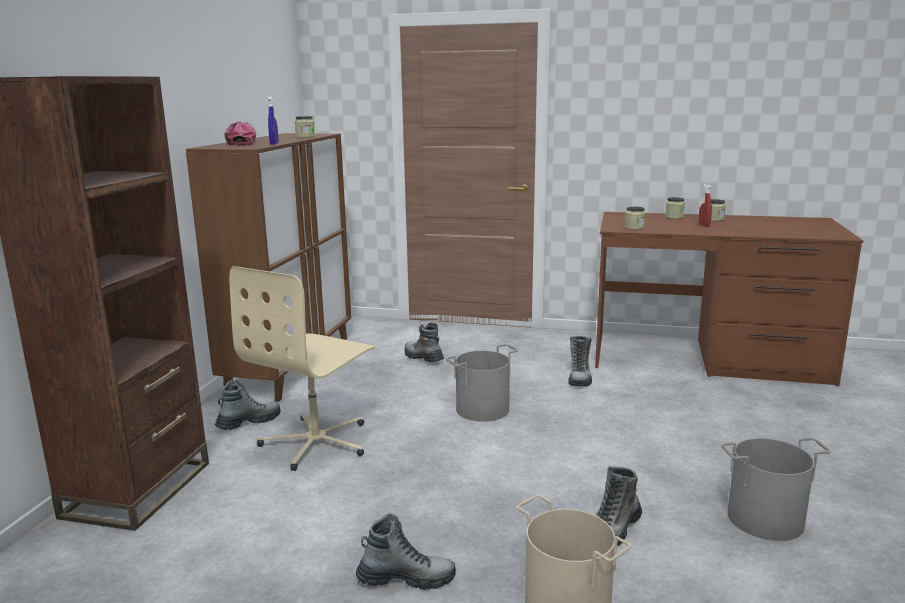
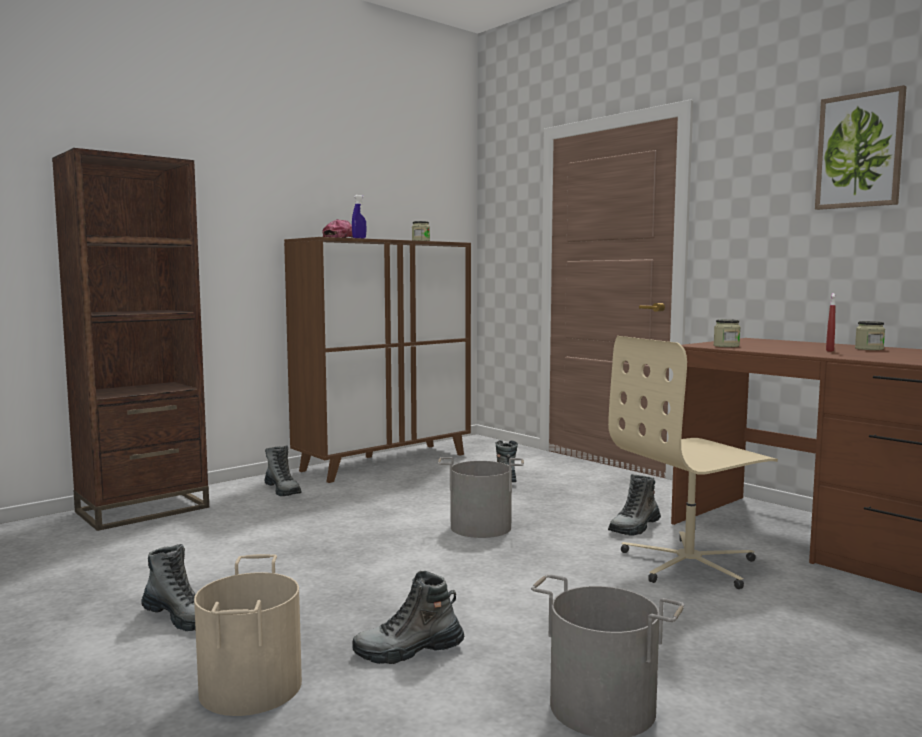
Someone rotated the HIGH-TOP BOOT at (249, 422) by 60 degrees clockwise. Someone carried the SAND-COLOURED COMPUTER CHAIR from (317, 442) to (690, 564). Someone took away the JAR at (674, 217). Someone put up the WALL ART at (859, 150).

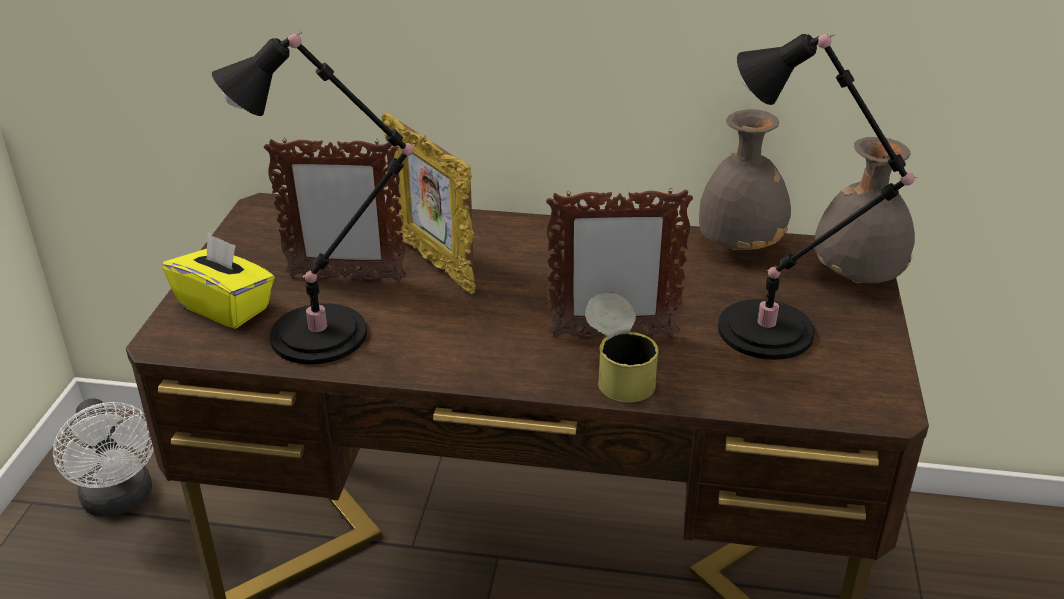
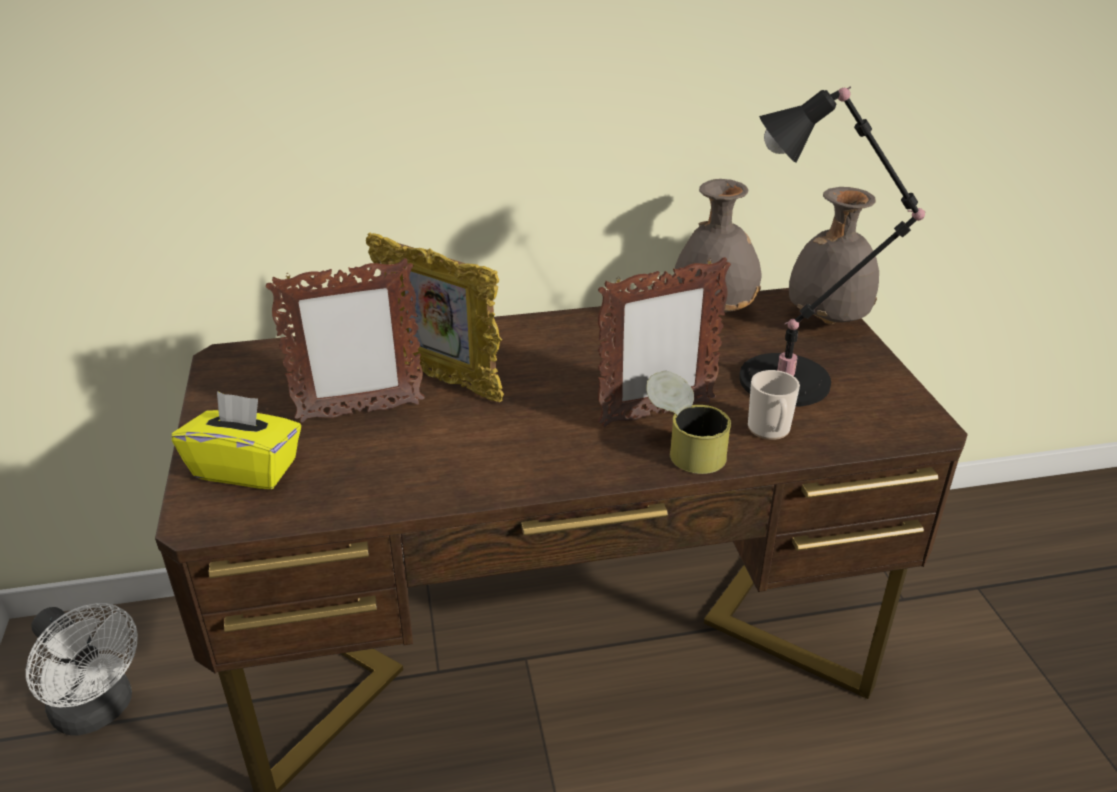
Someone took away the BLACKISH TABLE LAMP at (327, 334). Someone put down the TEA MUG at (770, 430).

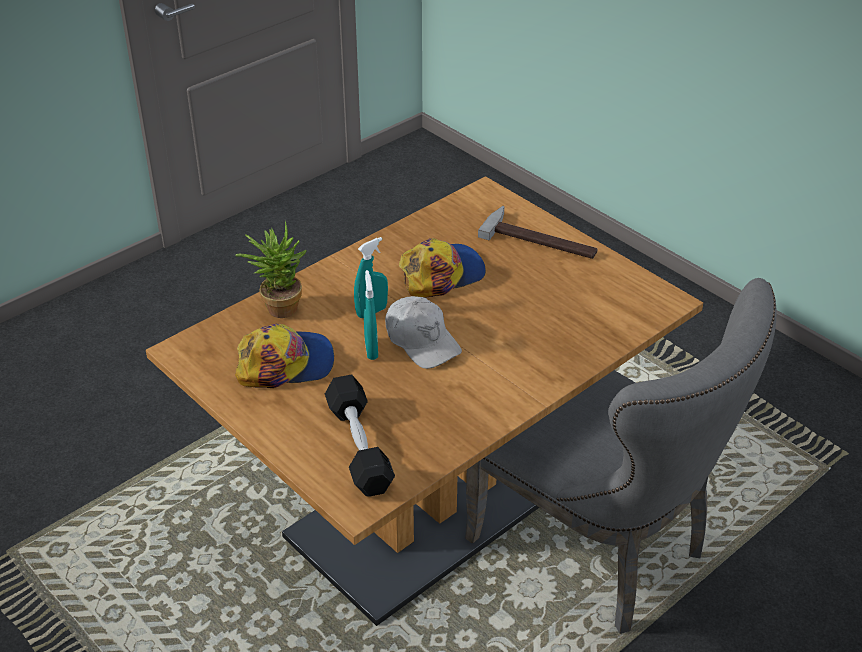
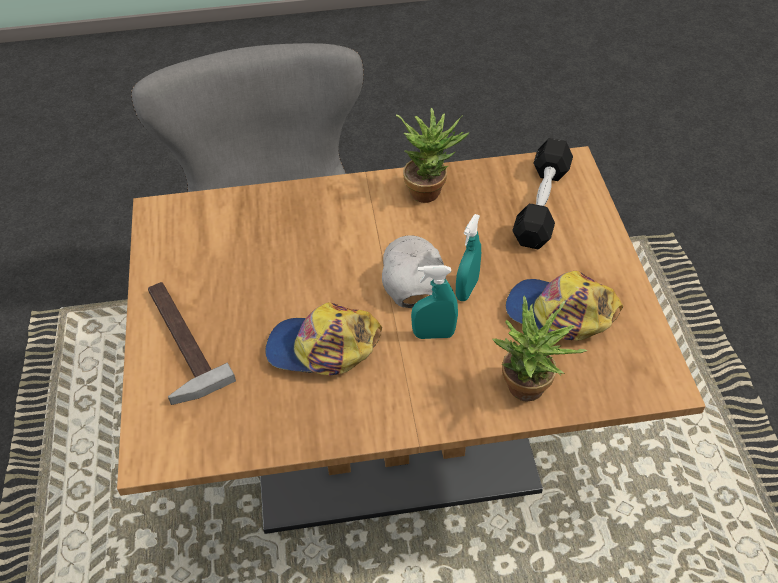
Someone put down the HOUSEPLANT at (430, 189).

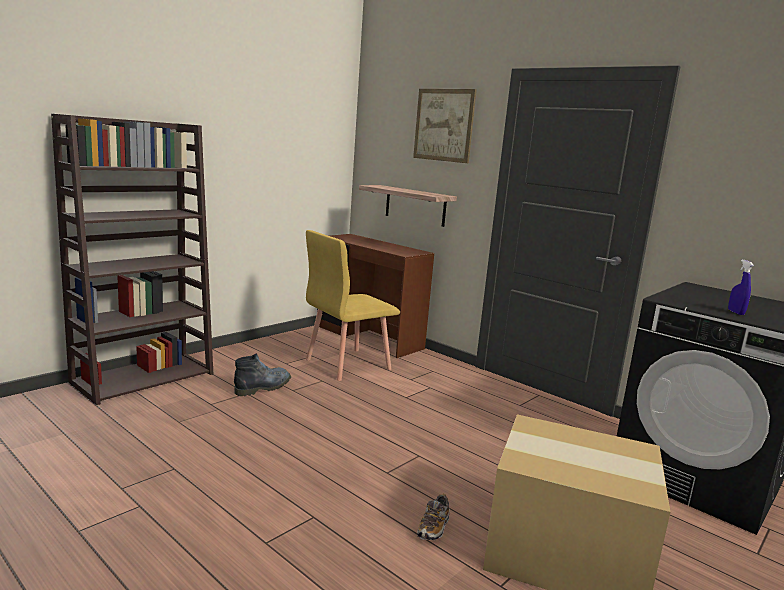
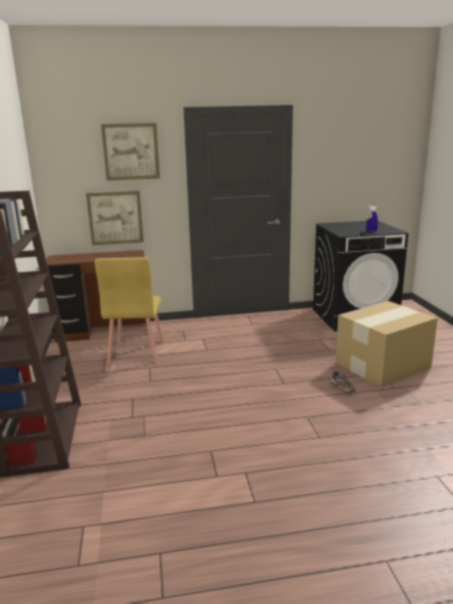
Someone took away the HIGH-TOP BOOT at (264, 387). Someone swapped the SHELF at (415, 205) for the WALL ART at (115, 218).

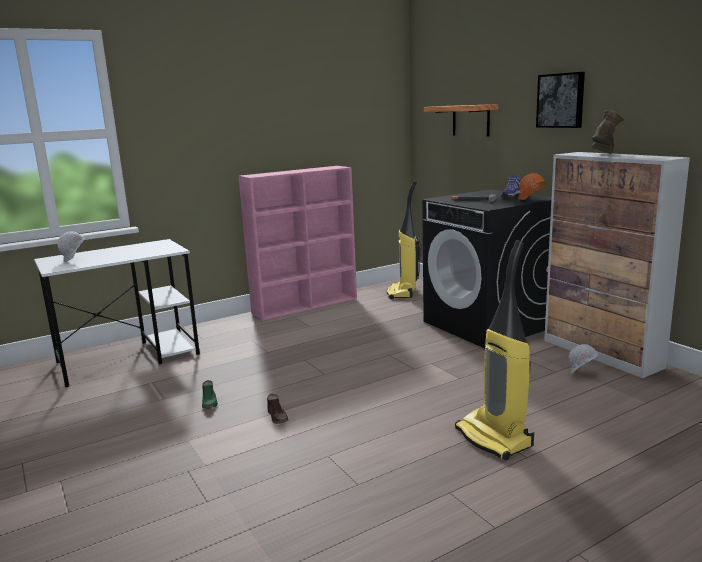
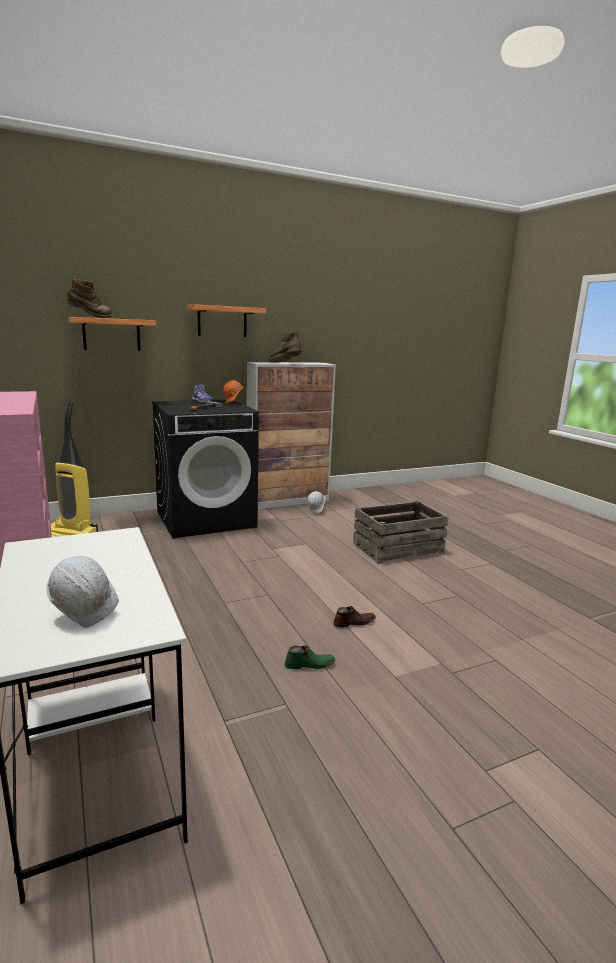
Someone swapped the VACUUM at (495, 438) for the PACKING CRATE at (397, 548). Someone swapped the WALL ART at (561, 100) for the SHELF at (222, 321). Someone put down the BROWN-COLOURED HIGH-TOP BOOT at (90, 317).

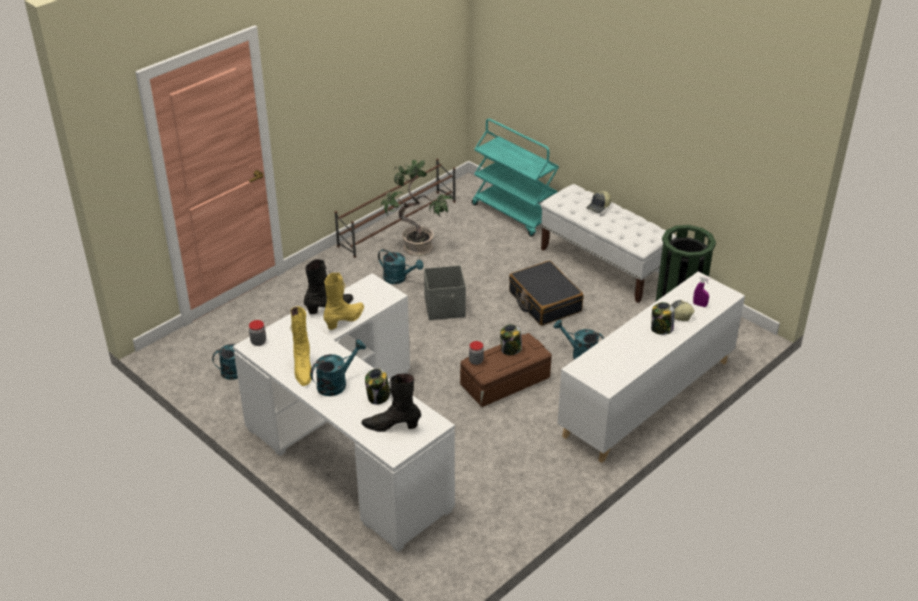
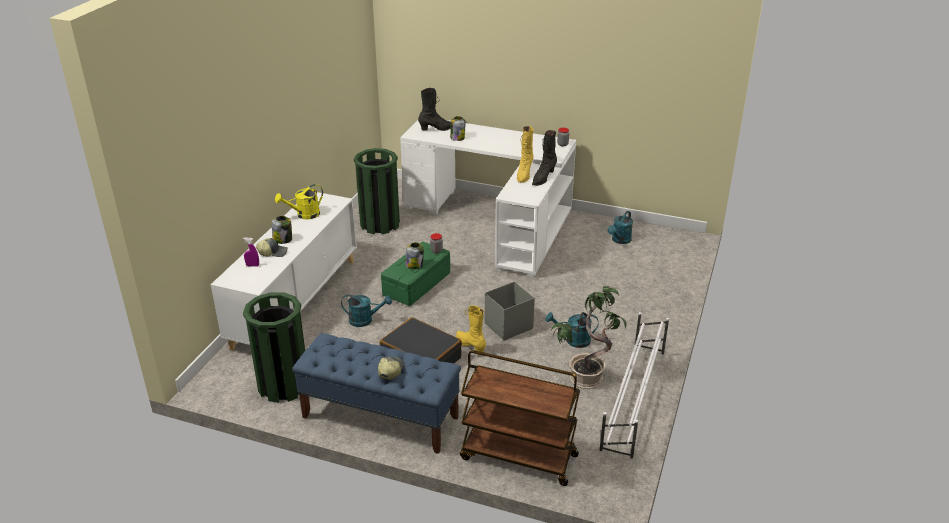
Someone carried the YELLOW HIGH-TOP BOOT from (303, 369) to (470, 346). Someone took away the TURQUOISE WATERING POT at (336, 383). Someone repainted the BROWN-COLOURED SHOE SHELF at (398, 223), which became the WHITE SHOE SHELF at (632, 401). Someone repainted the BROWN-COLOURED STORAGE BIN at (505, 382), which became the GREEN-COLOURED STORAGE BIN at (416, 284). Someone repainted the TURQUOISE TROLLEY at (514, 214), which became the BROWN-COLOURED TROLLEY at (518, 457). Someone repainted the WHITE LONG SEAT at (603, 265), which became the BLUE-COLOURED LONG SEAT at (379, 417). Someone put down the YELLOW WATERING POT at (304, 215). Someone put down the GREEN-COLOURED RUBBISH BIN at (380, 224).

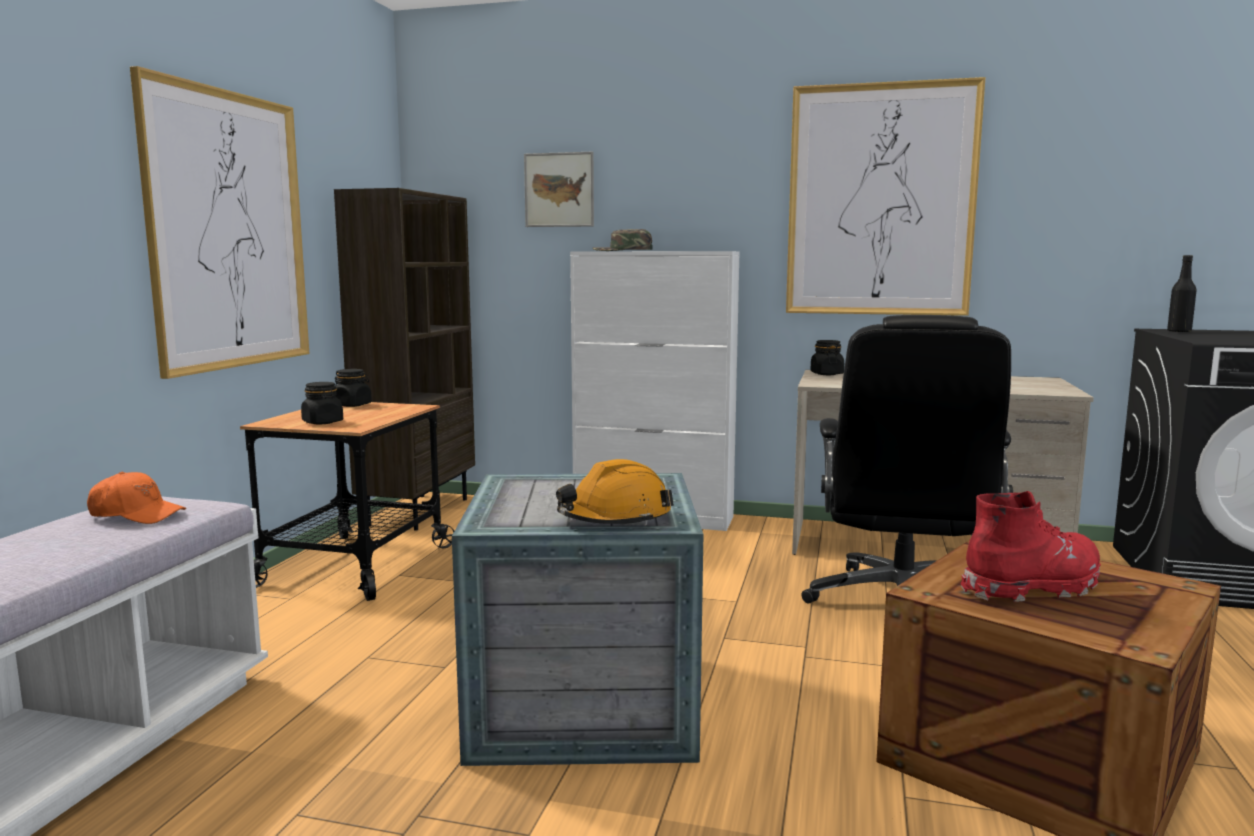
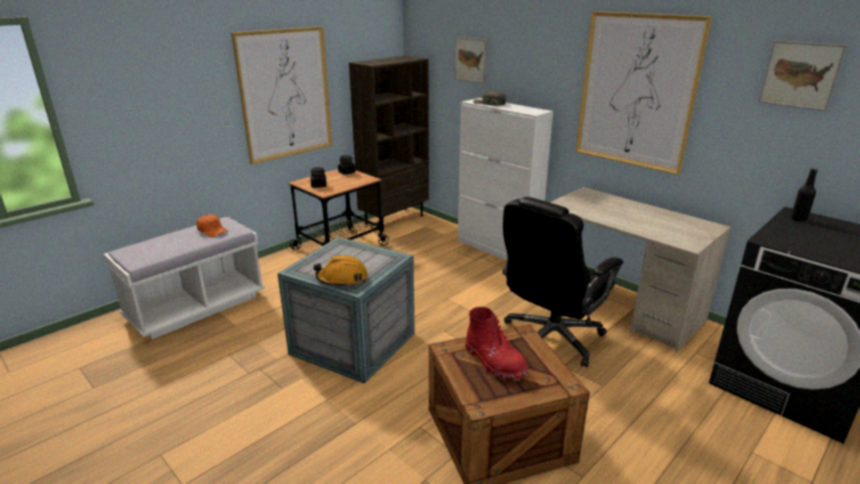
Someone took away the BLACKISH JAR at (826, 374). Someone rotated the REDDISH HIGH-TOP BOOT at (1032, 587) by 45 degrees clockwise. Someone put up the WALL ART at (800, 75).

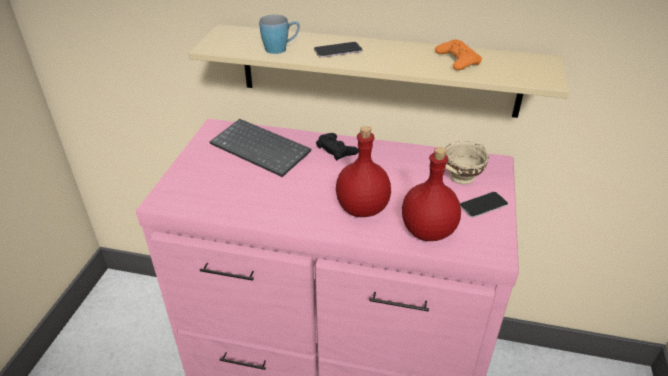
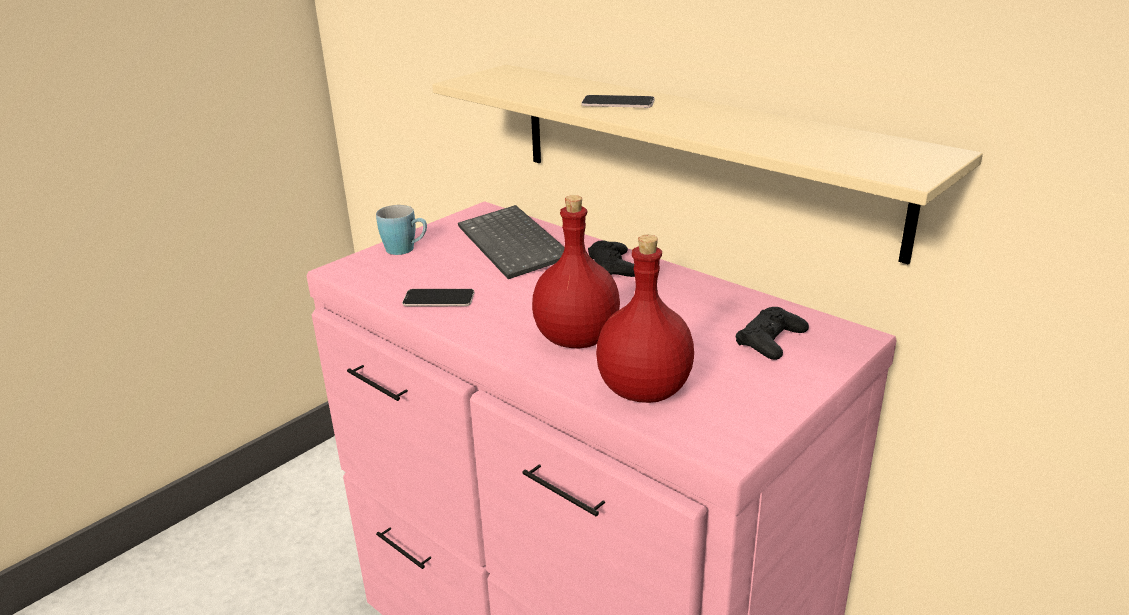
Someone carried the BLUE-COLOURED TEA MUG from (281, 49) to (406, 250). Someone took away the ORANGEY GAME CONTROLLER at (457, 60). Someone swapped the SAND-COLOURED SERVING BOWL at (461, 177) for the BLACKISH GAME CONTROLLER at (771, 340). Someone carried the PHONE from (483, 205) to (438, 299).

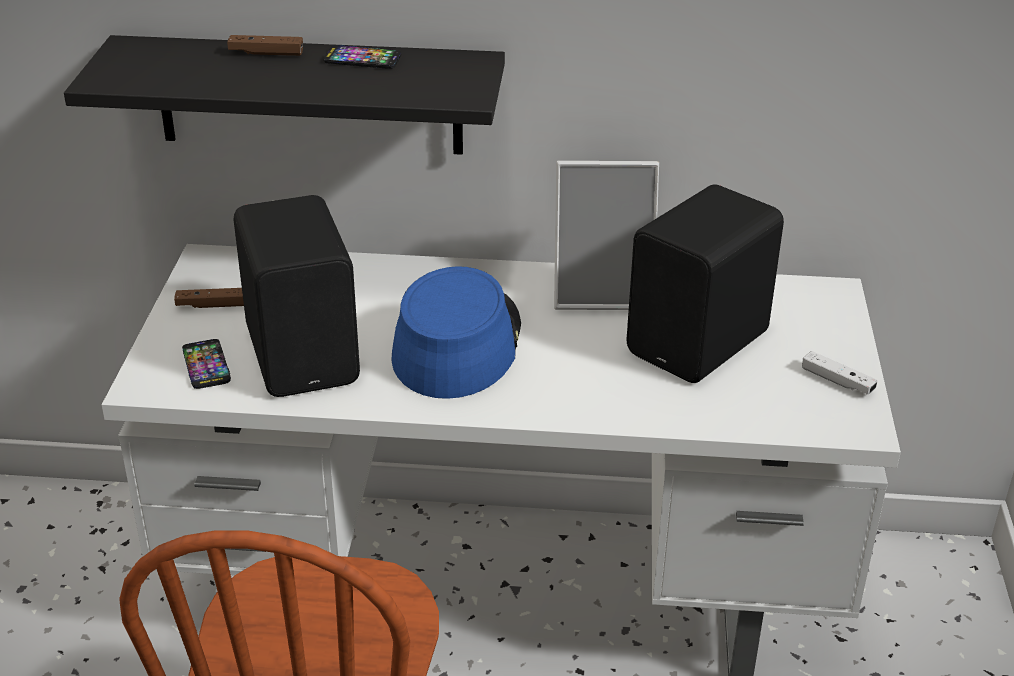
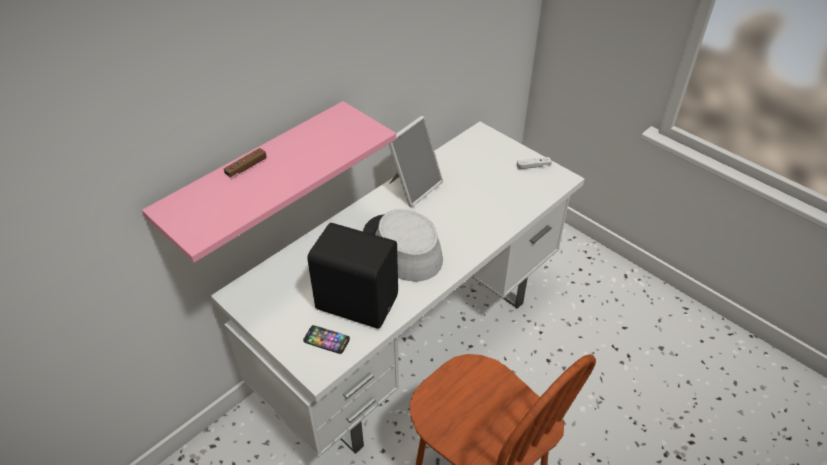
Someone repainted the BLACKISH SHELF at (309, 95), which became the PINK-COLOURED SHELF at (256, 176). Someone took away the BROWN-COLOURED GAME CONTROLLER at (212, 305). Someone took away the PHONE at (362, 59). Someone repainted the BLUE-COLOURED WEARABLE HAT at (456, 343), which became the GREYISH WEARABLE HAT at (401, 249). Someone took away the BLACKISH SPEAKER at (702, 344).

